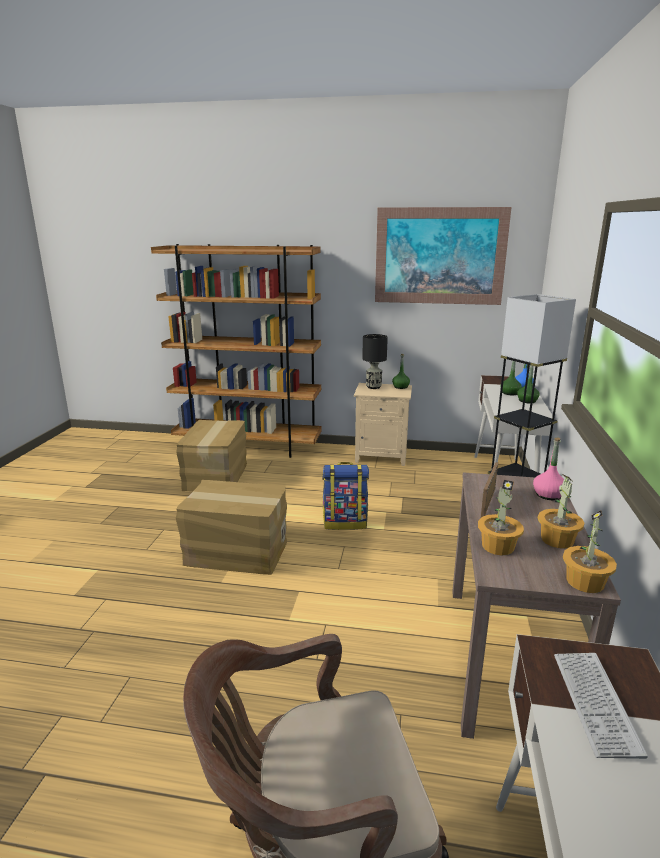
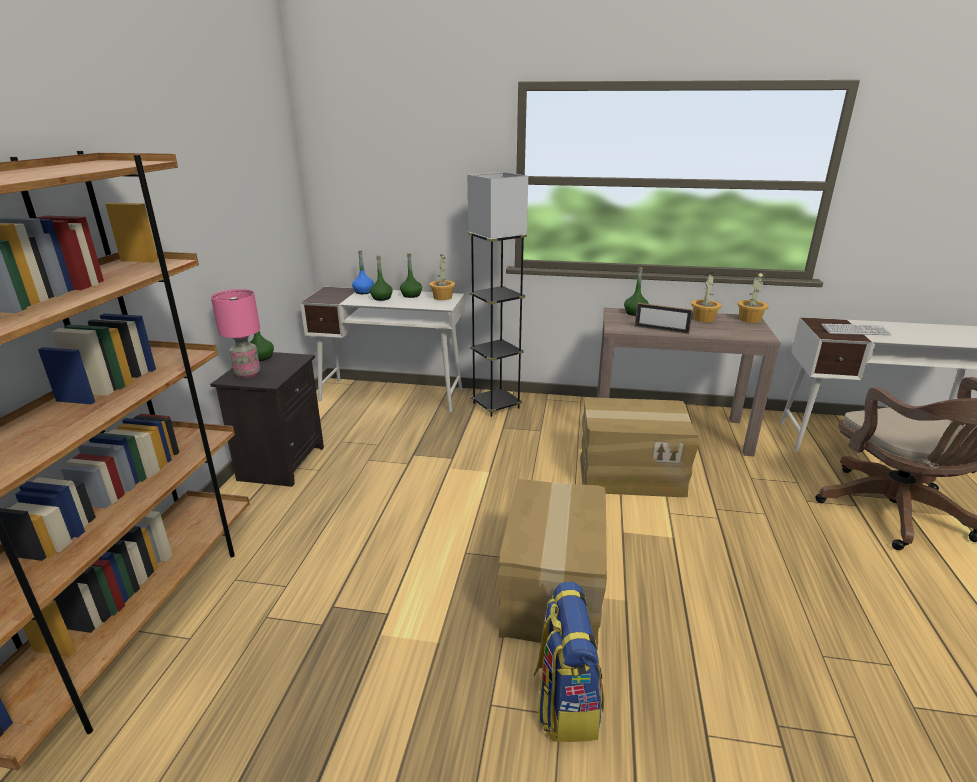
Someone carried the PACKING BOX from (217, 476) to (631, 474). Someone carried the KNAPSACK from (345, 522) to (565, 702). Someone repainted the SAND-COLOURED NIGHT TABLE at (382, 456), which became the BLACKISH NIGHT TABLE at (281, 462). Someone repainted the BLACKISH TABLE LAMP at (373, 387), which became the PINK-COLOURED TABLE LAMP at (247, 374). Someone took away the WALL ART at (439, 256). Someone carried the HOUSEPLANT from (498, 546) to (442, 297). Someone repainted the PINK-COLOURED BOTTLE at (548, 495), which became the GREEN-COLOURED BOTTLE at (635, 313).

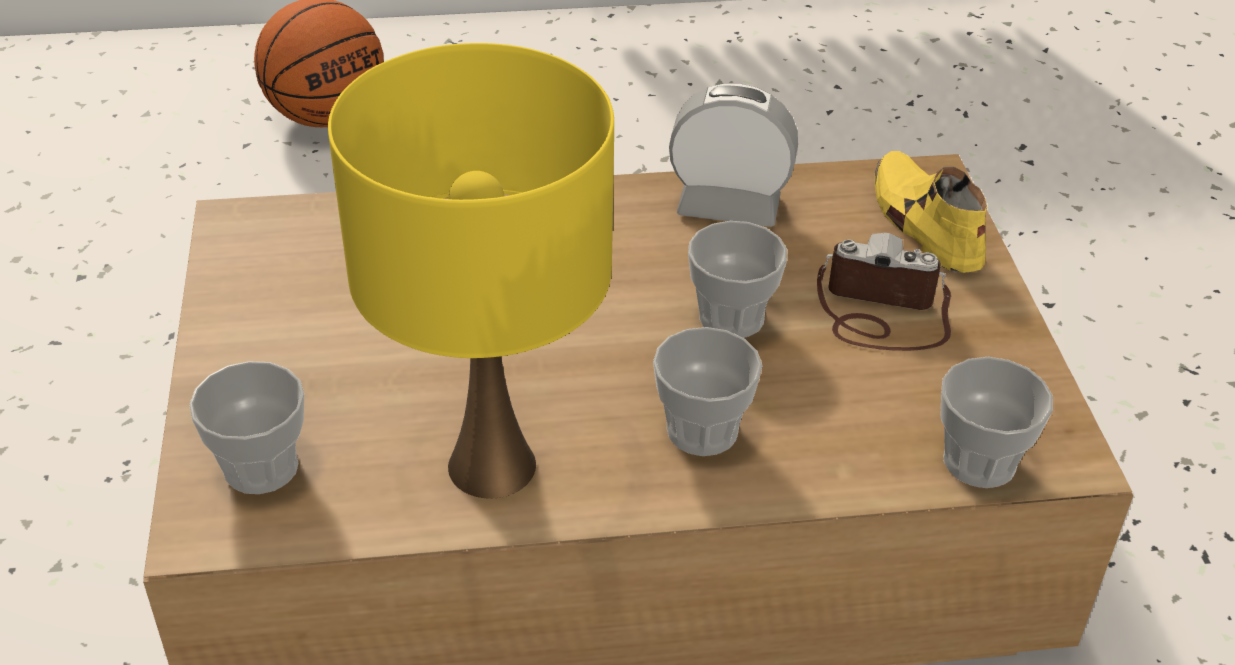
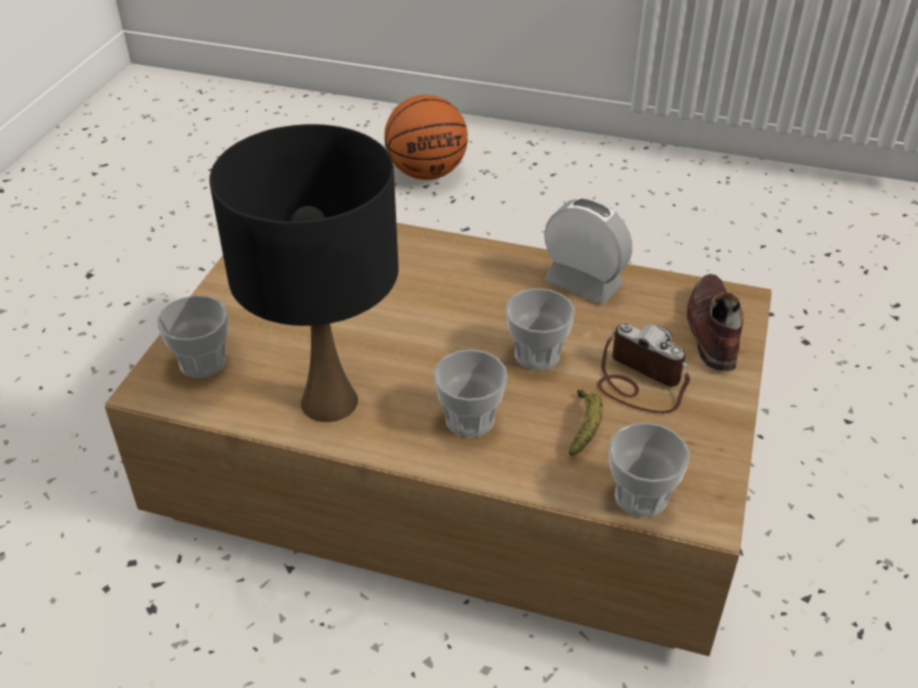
Someone repainted the YELLOW TABLE LAMP at (492, 464), which became the BLACKISH TABLE LAMP at (330, 401). Someone repainted the YELLOW LOW SHOE at (923, 224), which became the BROWN-COLOURED LOW SHOE at (711, 330). Someone put down the BANANA at (585, 427).

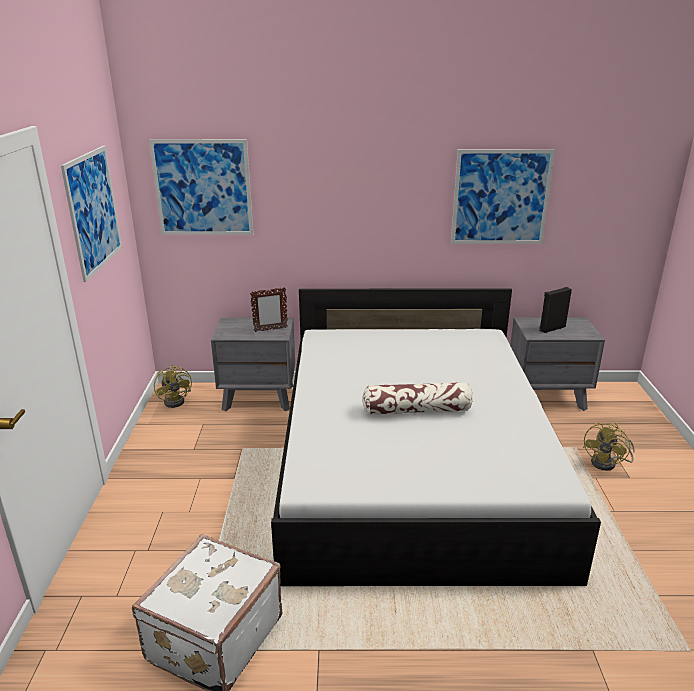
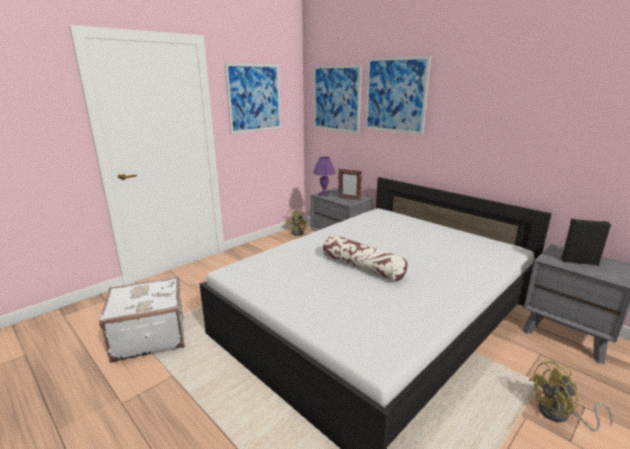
Someone carried the WALL ART from (501, 197) to (395, 95). Someone put down the PURPLE TABLE LAMP at (324, 194).

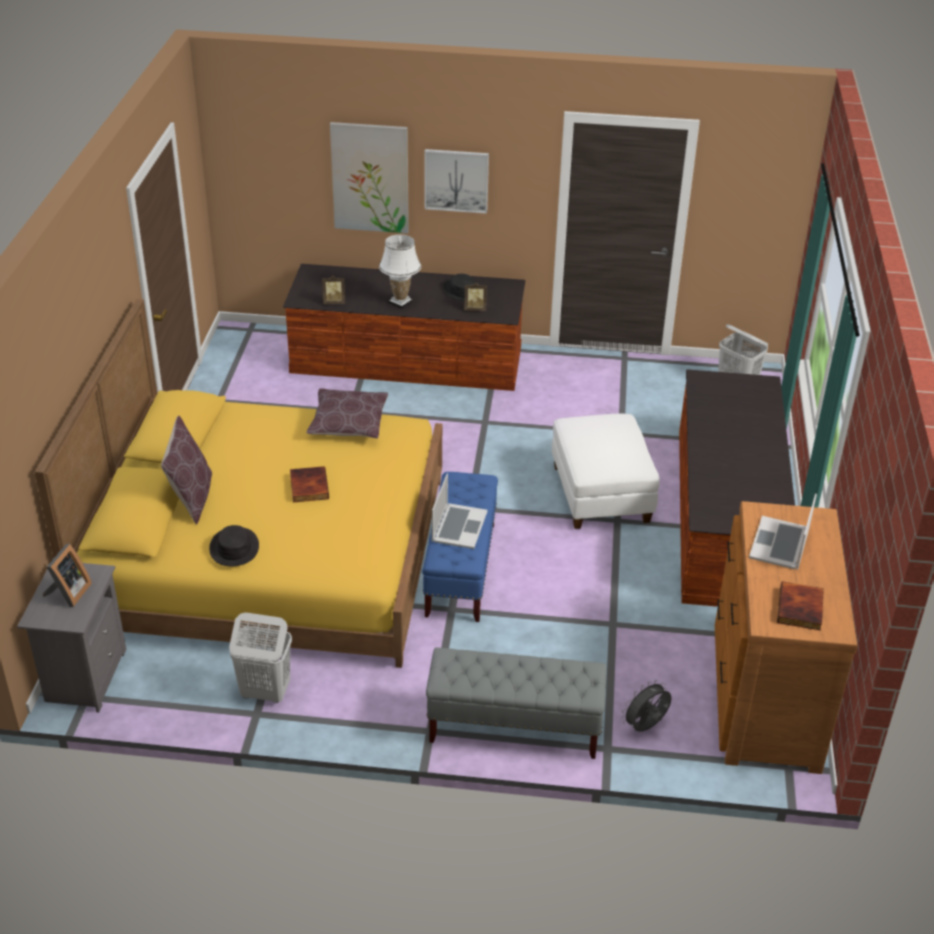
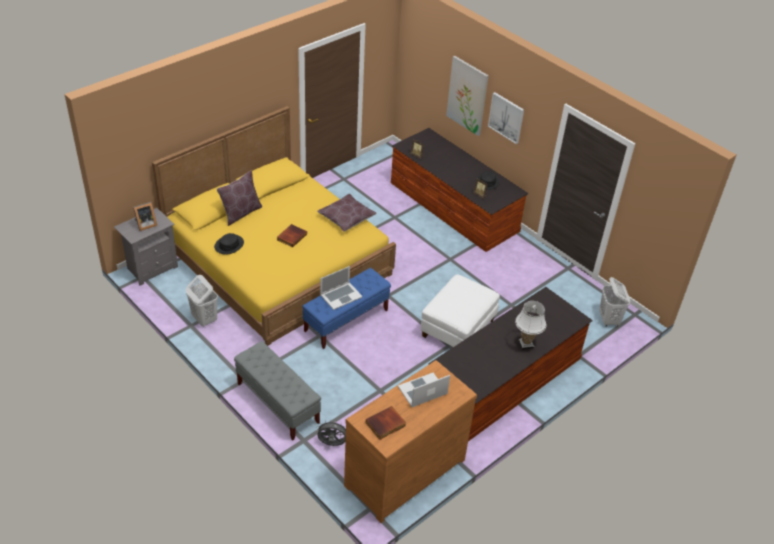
Someone carried the WHITE TABLE LAMP from (400, 302) to (526, 344).

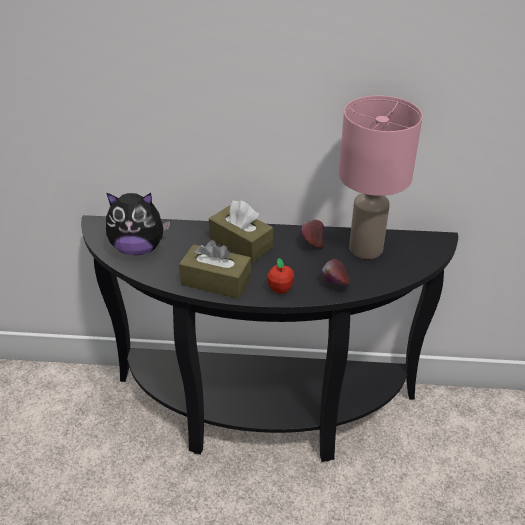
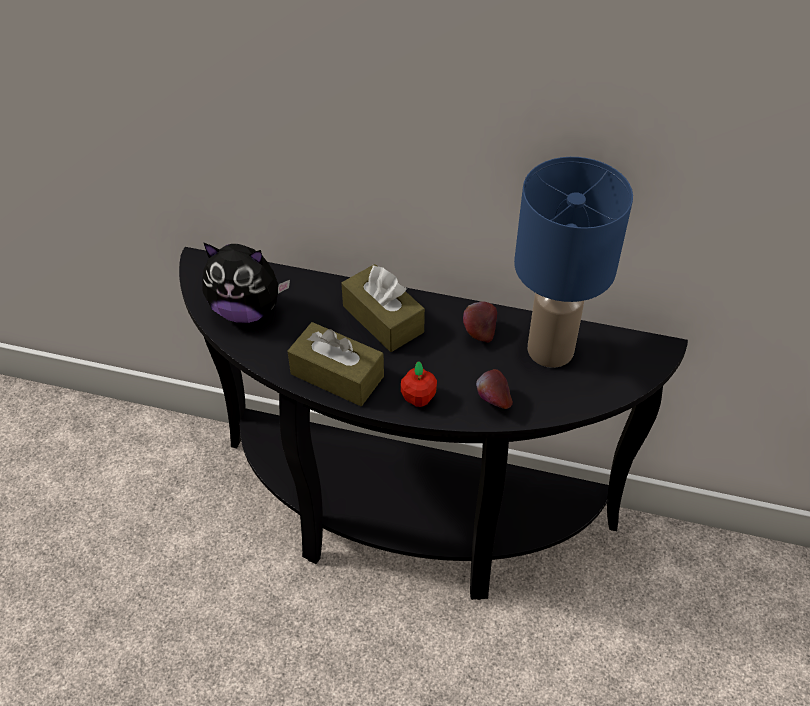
Someone repainted the PINK-COLOURED TABLE LAMP at (364, 249), which became the BLUE-COLOURED TABLE LAMP at (549, 350).

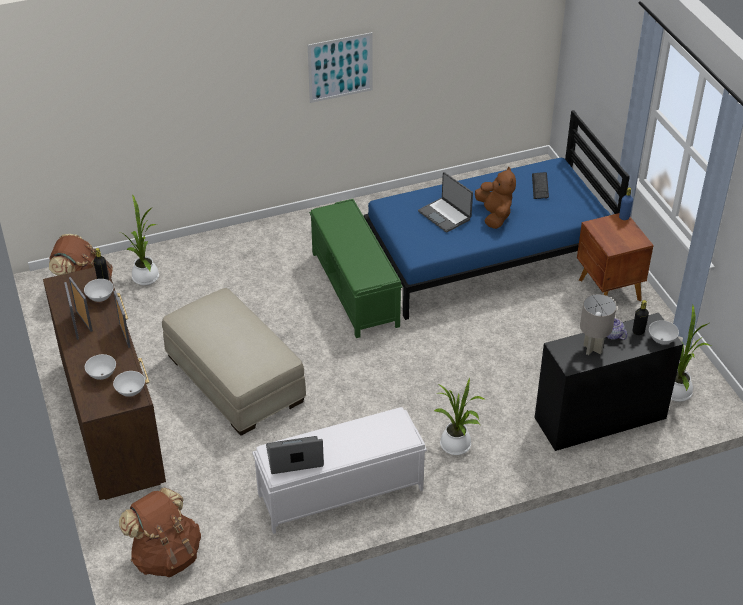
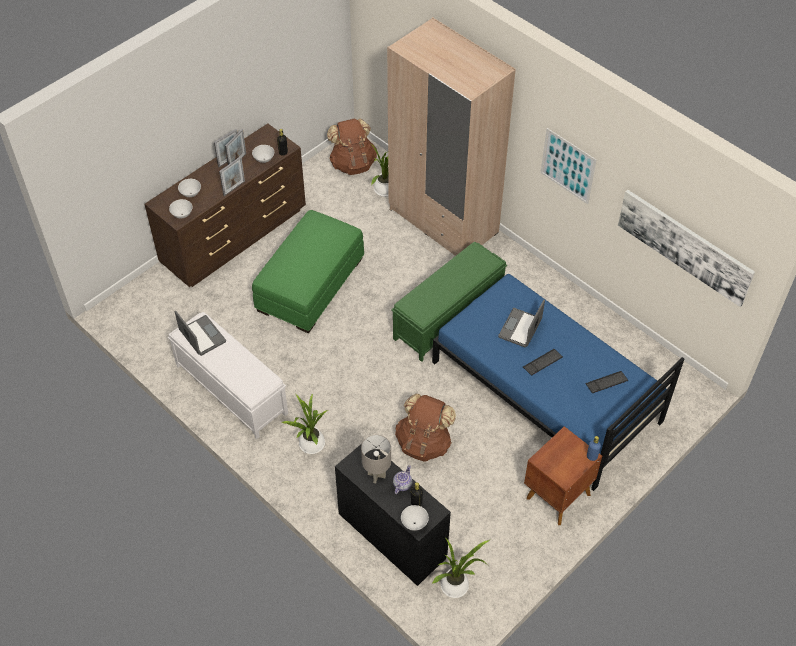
Someone carried the BROWN-COLOURED KNAPSACK from (166, 555) to (424, 443). Someone repainted the SAND-COLOURED FOOTREST at (234, 378), which became the GREEN-COLOURED FOOTREST at (310, 284). Someone swapped the BROWN-COLOURED SOFT TOY at (494, 215) for the KEYBOARD at (542, 362). Someone put down the SAND-COLOURED CLOTHES CUPBOARD at (443, 221). Someone put up the WALL ART at (684, 246).

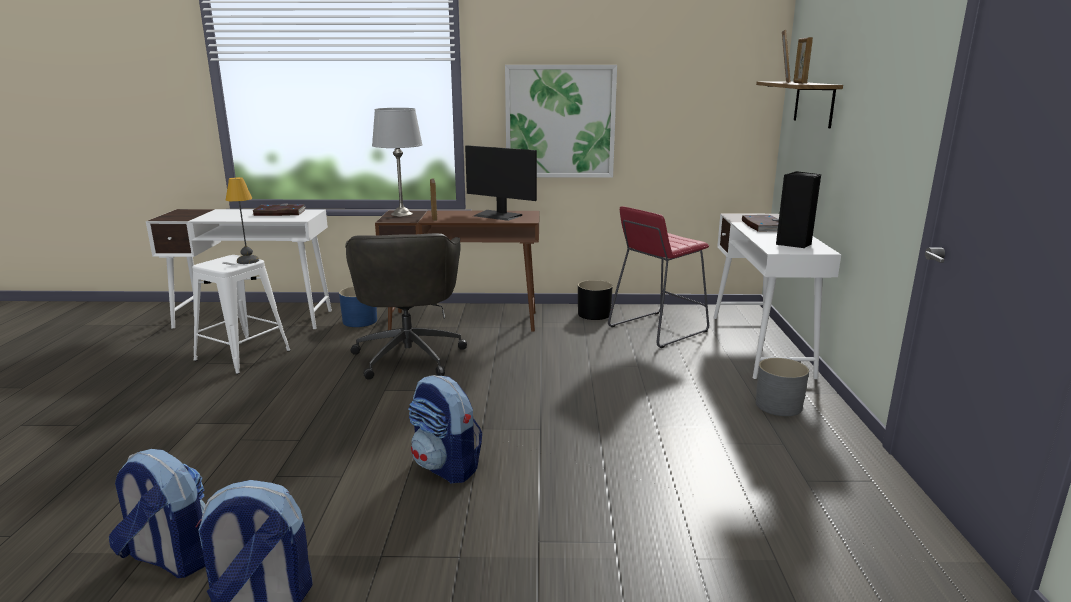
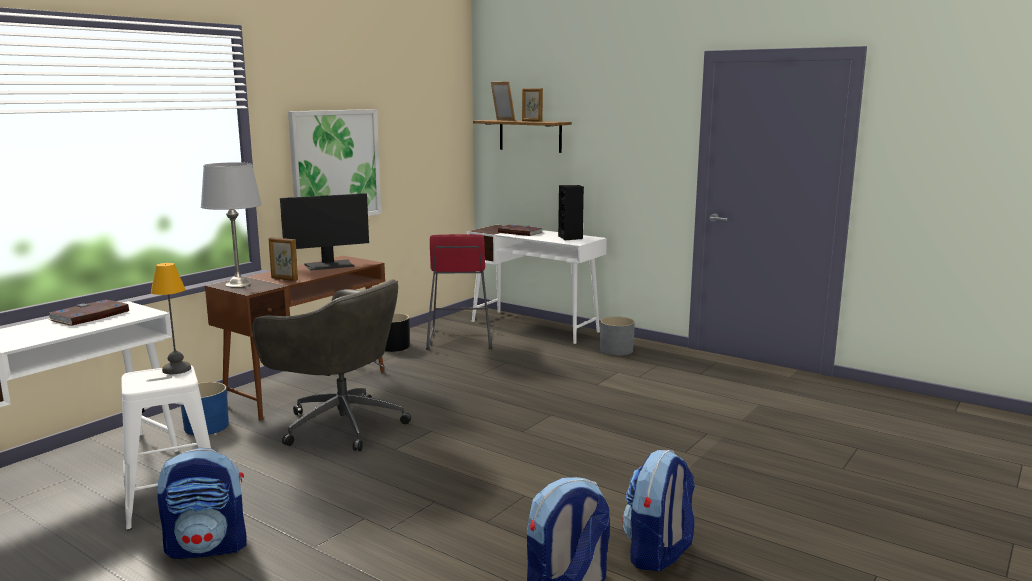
Someone carried the KNAPSACK from (446, 467) to (208, 547).

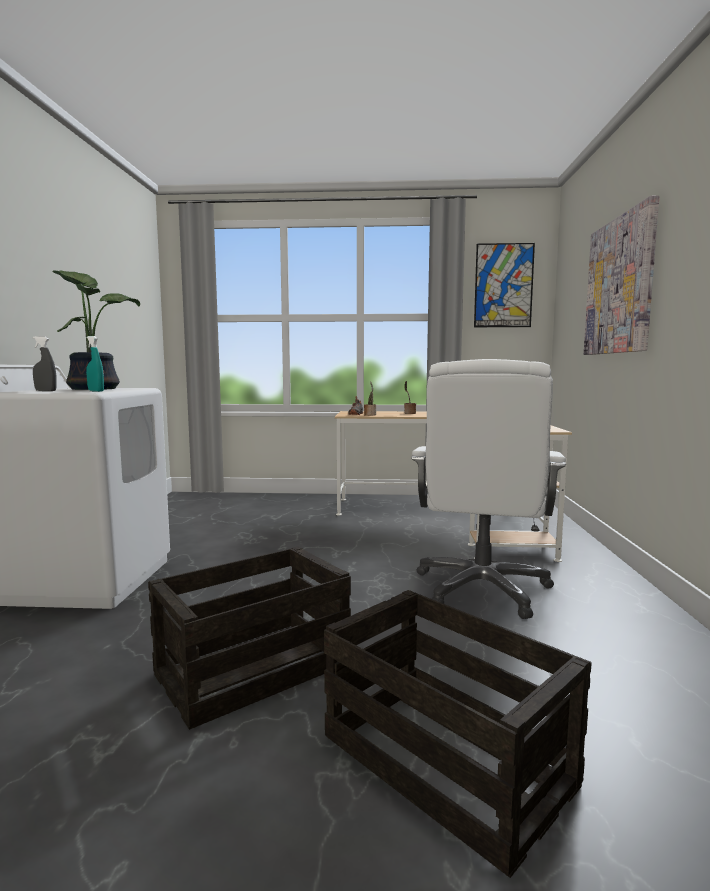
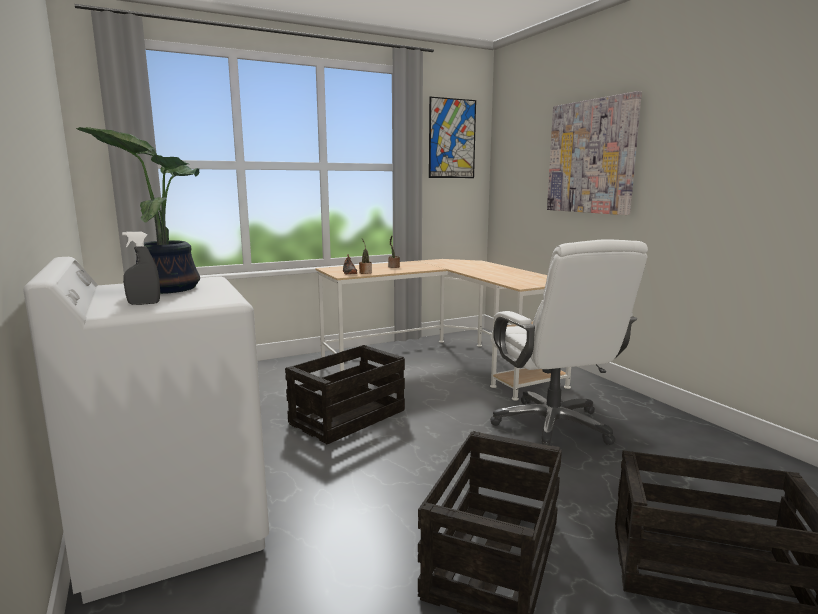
Someone took away the TURQUOISE SPRAYER at (96, 391). Someone put down the PACKING CRATE at (348, 416).

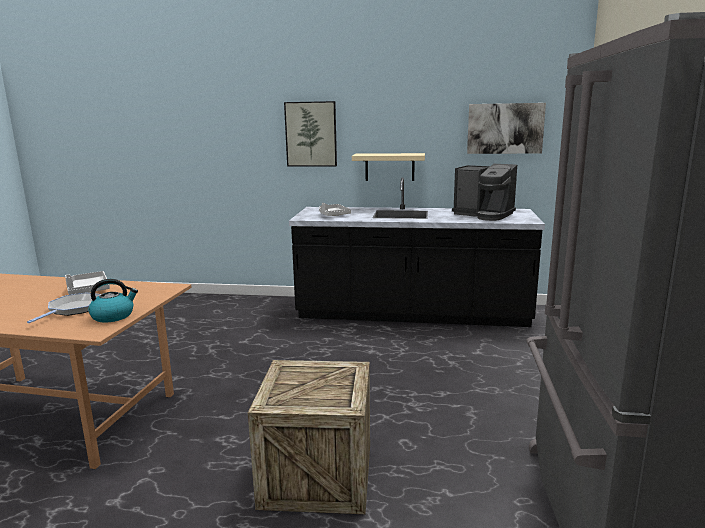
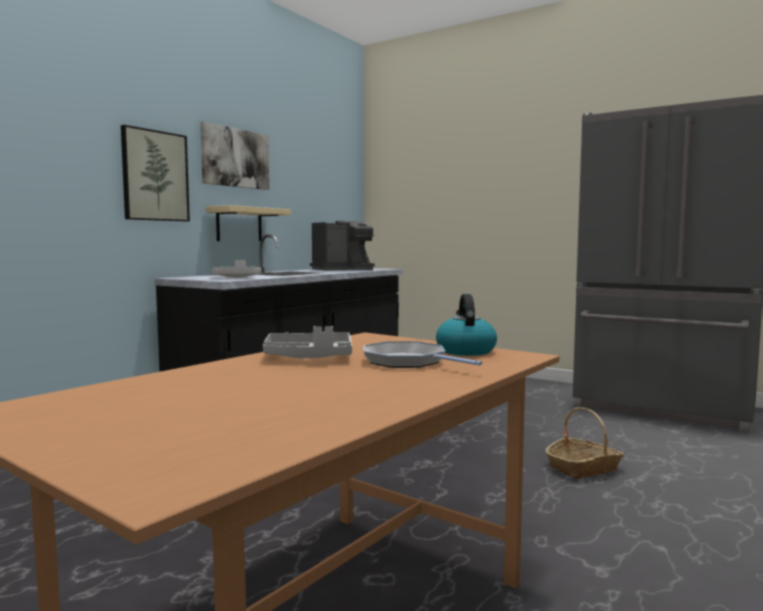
Someone swapped the PACKING CRATE at (317, 475) for the STORAGE BASKET at (583, 468). Someone carried the WALL ART from (505, 128) to (235, 158).

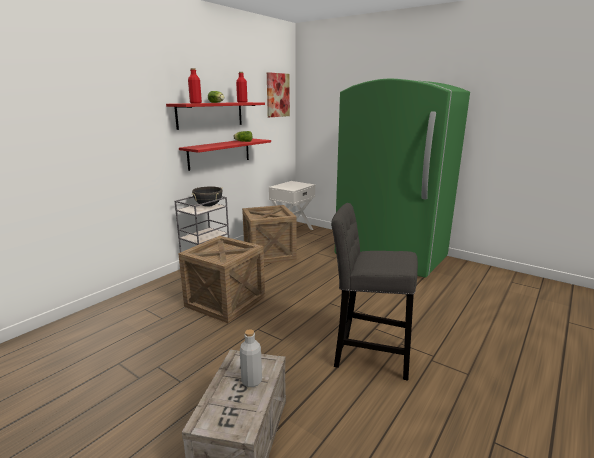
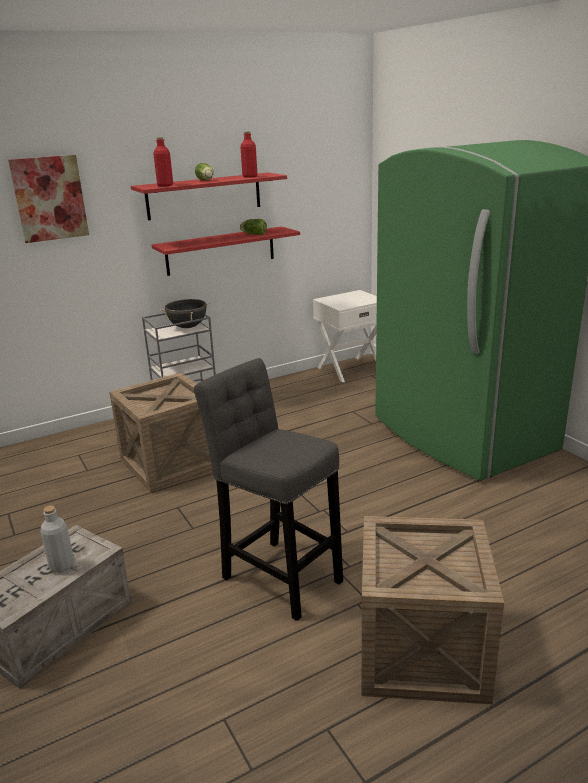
Someone carried the PACKING CRATE from (269, 253) to (422, 650). Someone carried the WALL ART from (277, 95) to (49, 198).

